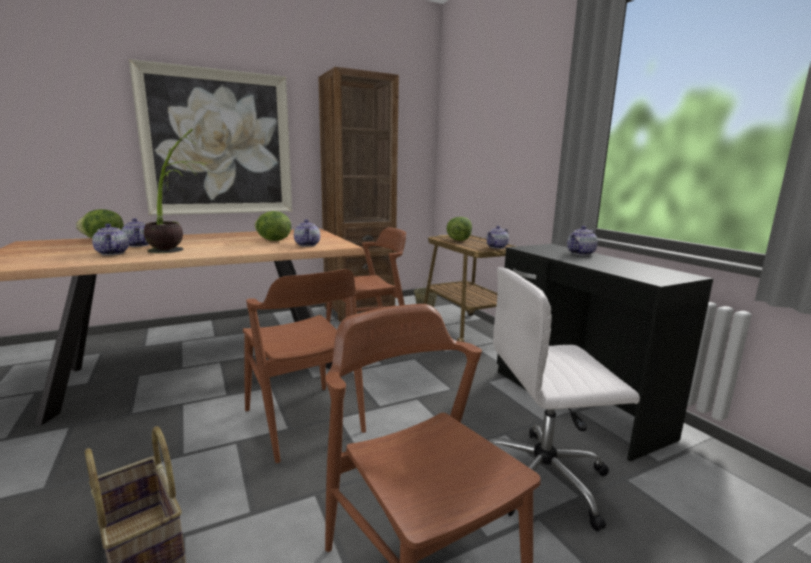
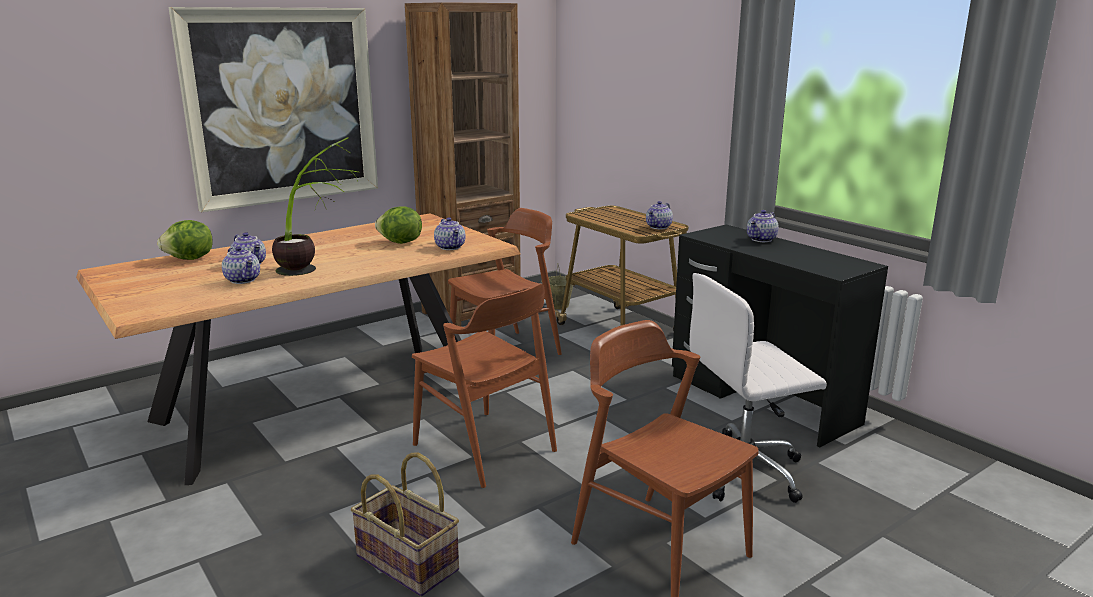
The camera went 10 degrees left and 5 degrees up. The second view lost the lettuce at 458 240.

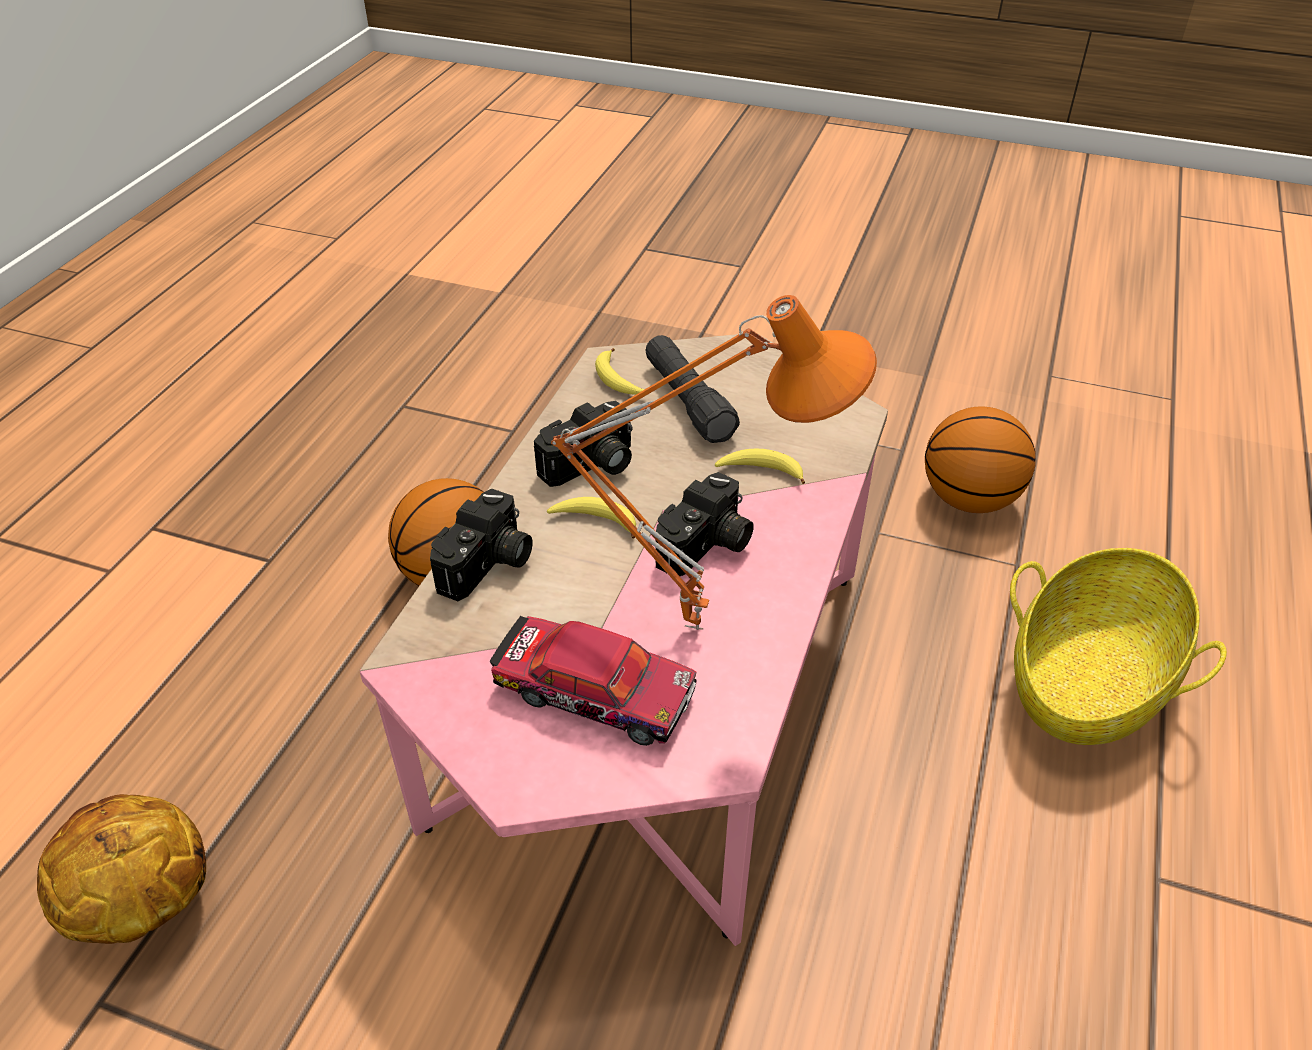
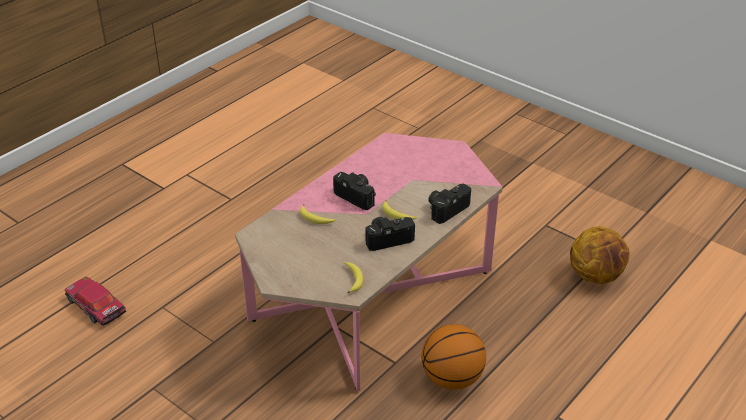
The camera went 160 degrees left and 5 degrees down. The toy car ended up elsewhere, having gone from 594 691 to 96 307. The second view lost the orange table lamp at 695 622. The second view lost the black flashlight at 688 402. The photo camera at 707 546 ended up facing another way, 75 degrees clockwise from before. The second view lost the basketball at 969 500. The second view lost the basket at 1088 681.

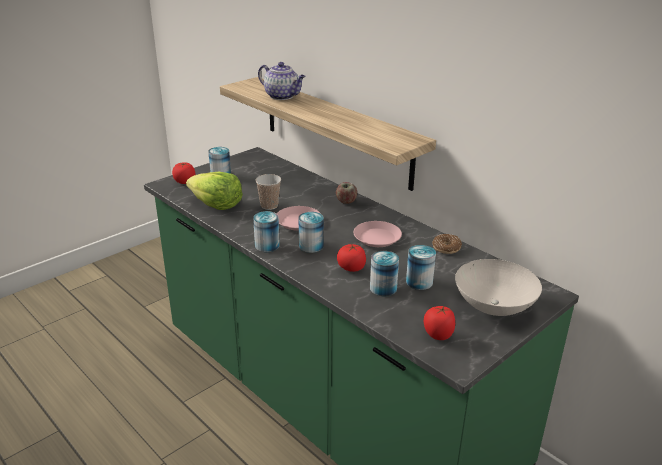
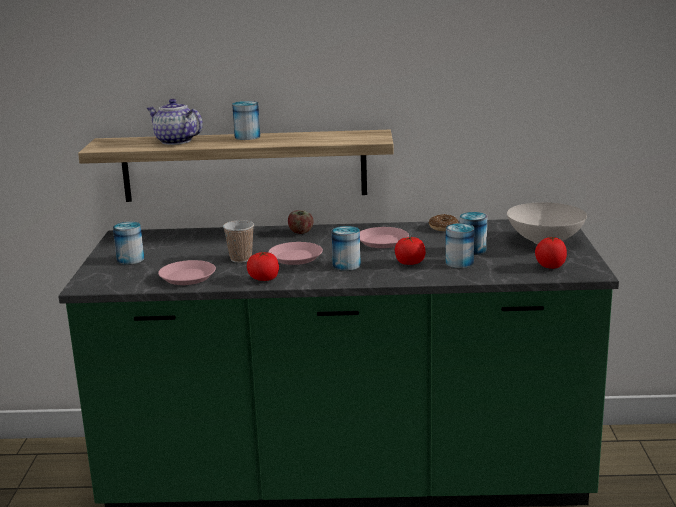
The camera went 45 degrees left and 10 degrees down. The tomato ended up elsewhere, having gone from 184 181 to 264 279. Where the lettuce stood at 216 205, the pink plate came to stand at 188 277. The can ended up elsewhere, having gone from 267 245 to 247 137. The teapot at 283 96 ended up facing another way, 135 degrees counterclockwise from before.

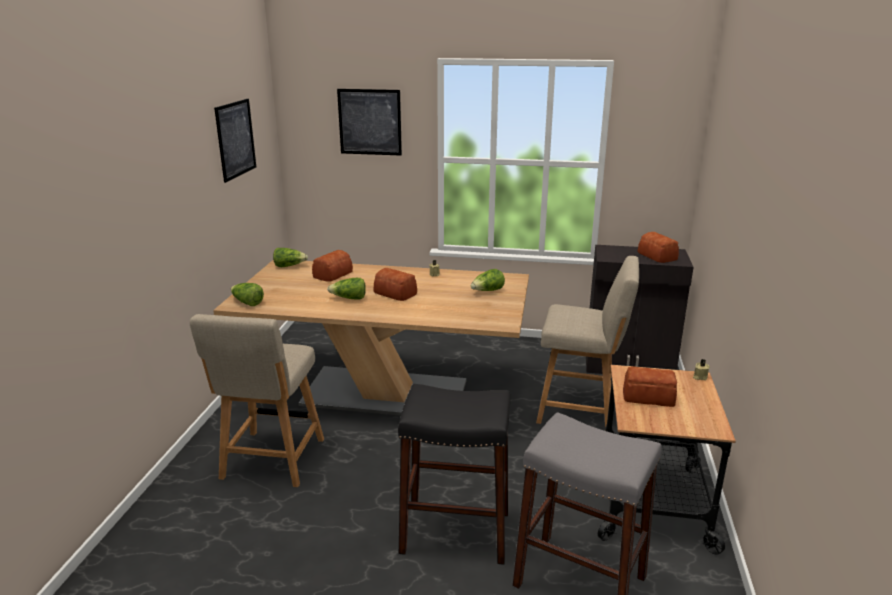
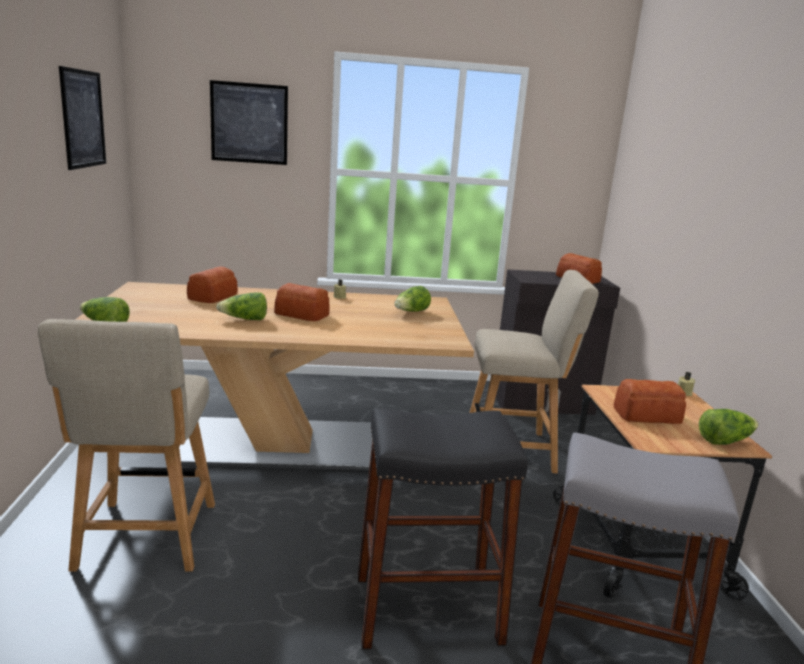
The camera went 15 degrees left and 5 degrees down. The lettuce ended up elsewhere, having gone from 289 266 to 724 440.

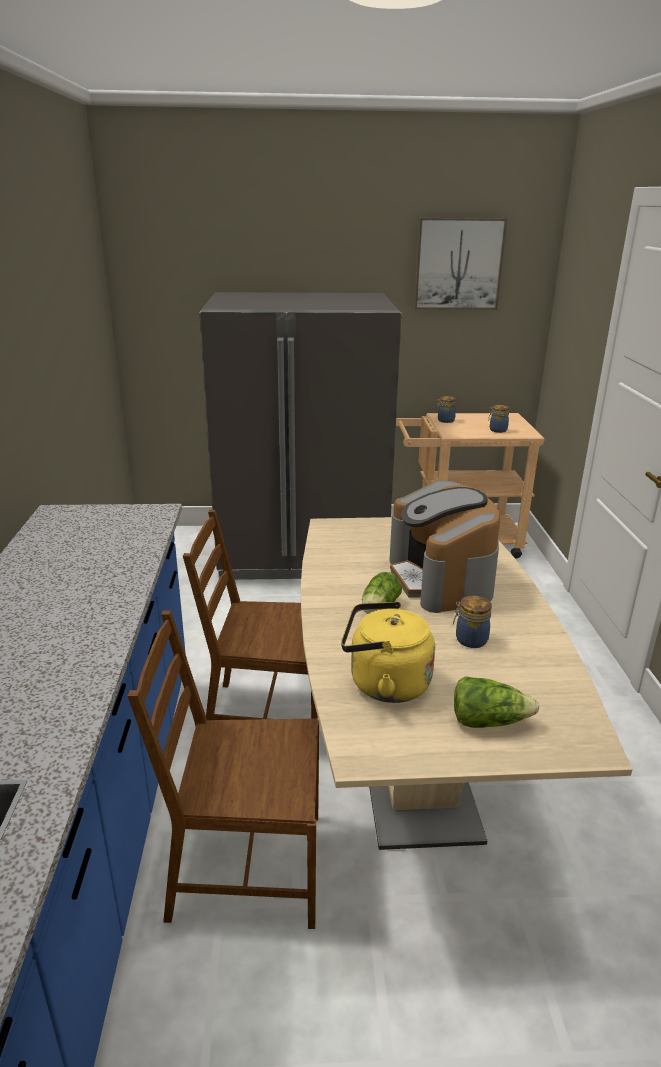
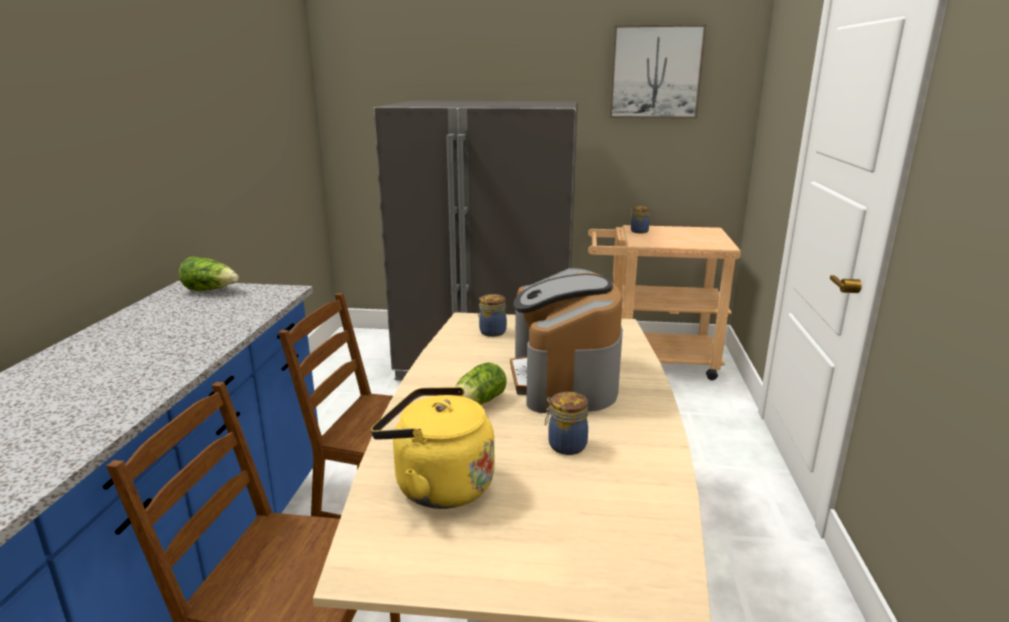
The camera went 10 degrees right and 5 degrees down. The lettuce ended up elsewhere, having gone from 488 721 to 211 290. The jar ended up elsewhere, having gone from 497 430 to 491 332.

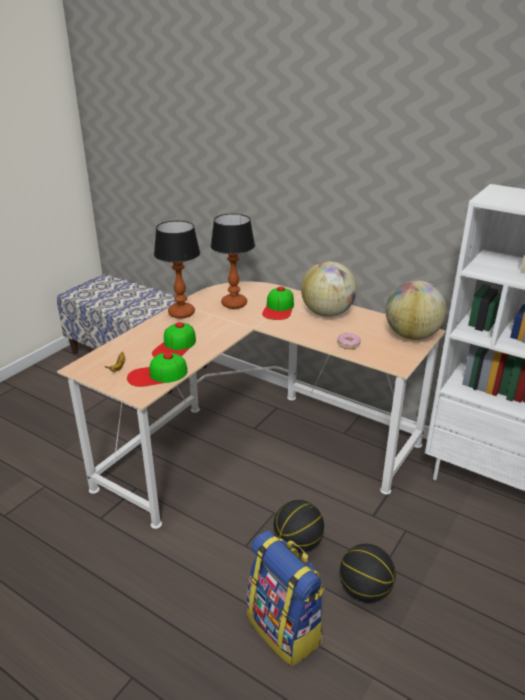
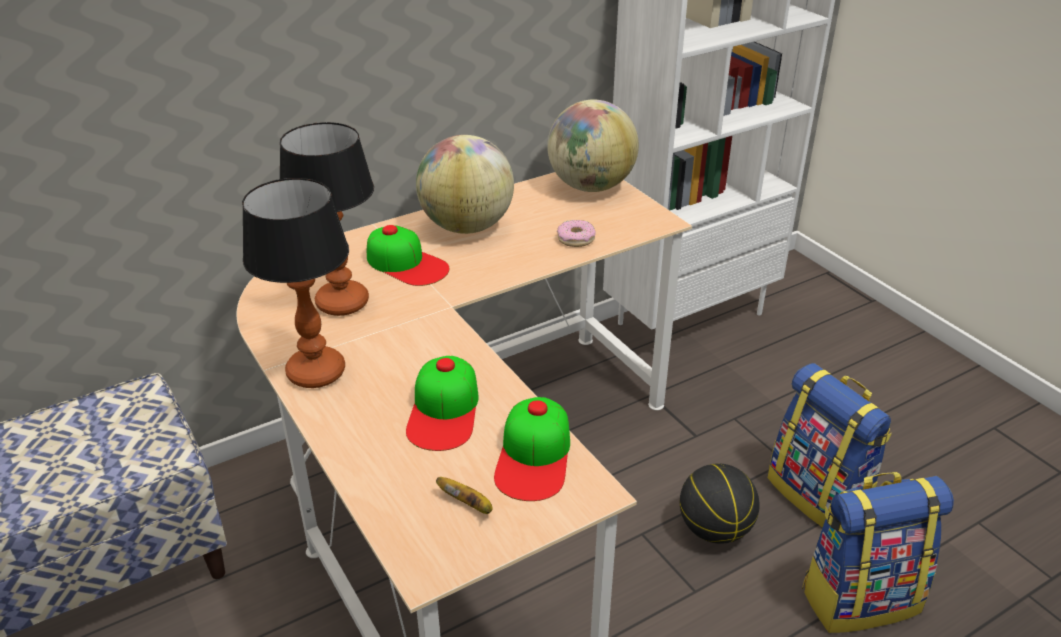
The camera went 65 degrees left and 5 degrees up. The cap at 175 346 ended up facing another way, 45 degrees clockwise from before. Where the basketball stood at 365 590, the backpack came to stand at 819 495.

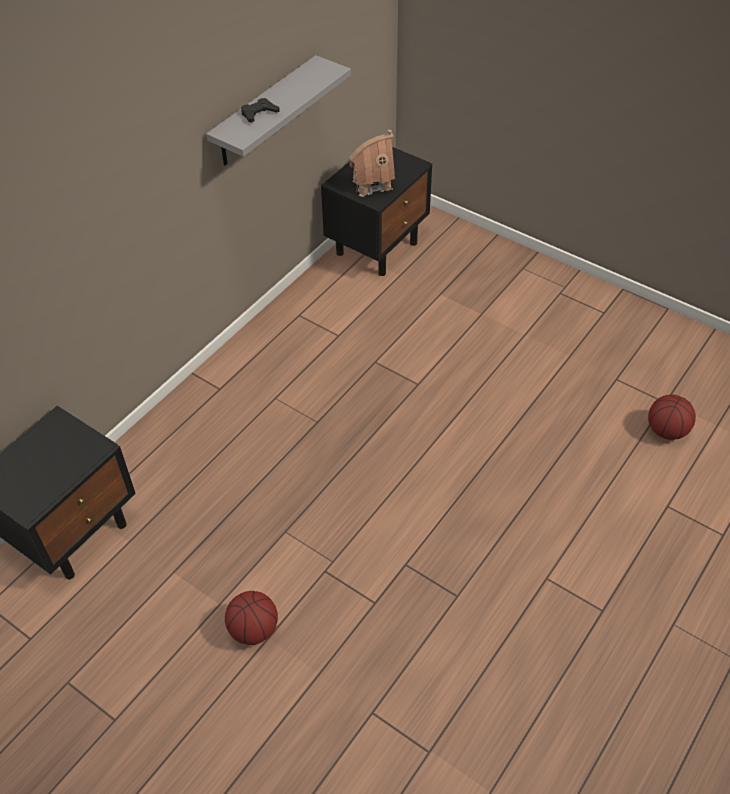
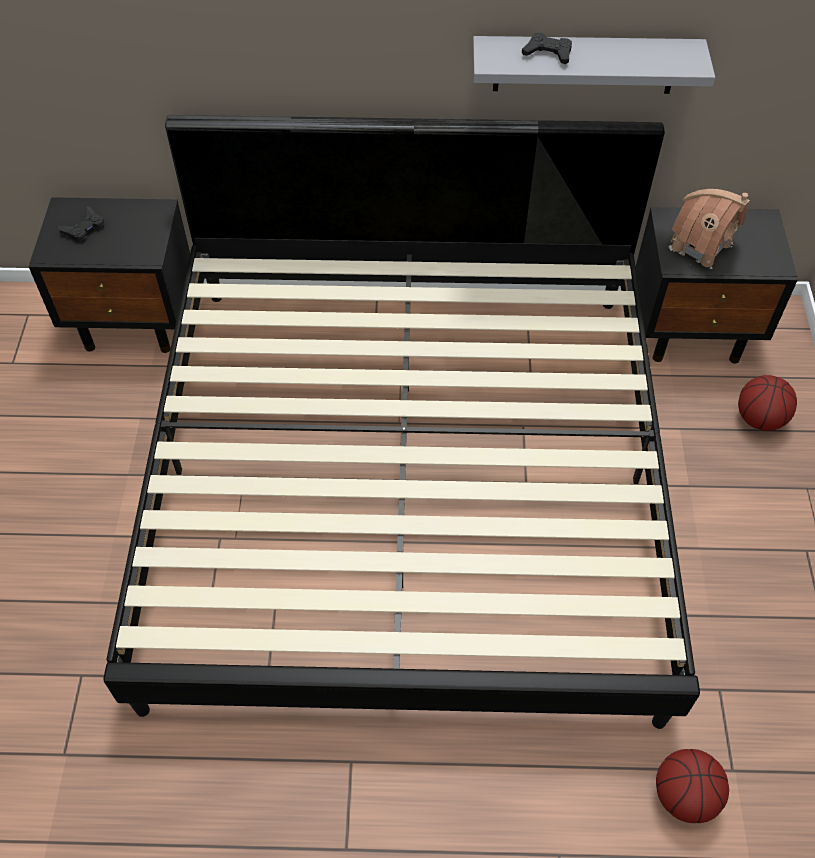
The camera went 55 degrees right and 5 degrees up. The basketball ended up elsewhere, having gone from 254 629 to 759 419. The second view gained the black game controller at 84 228. The second view gained the bed at 407 478.

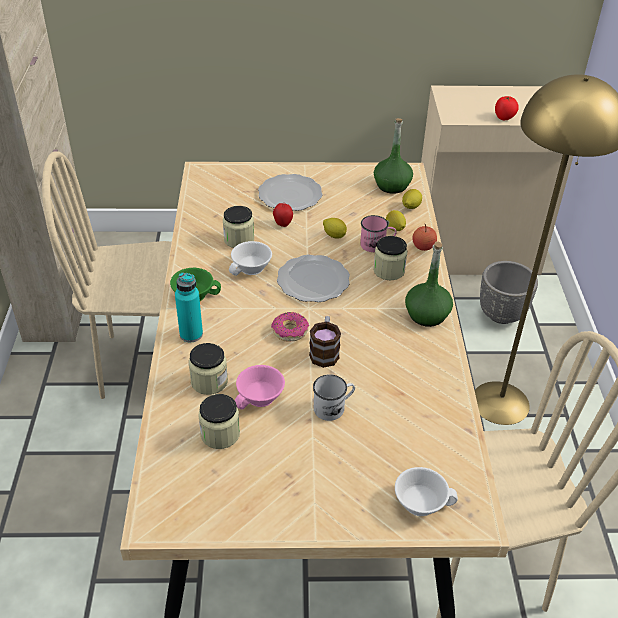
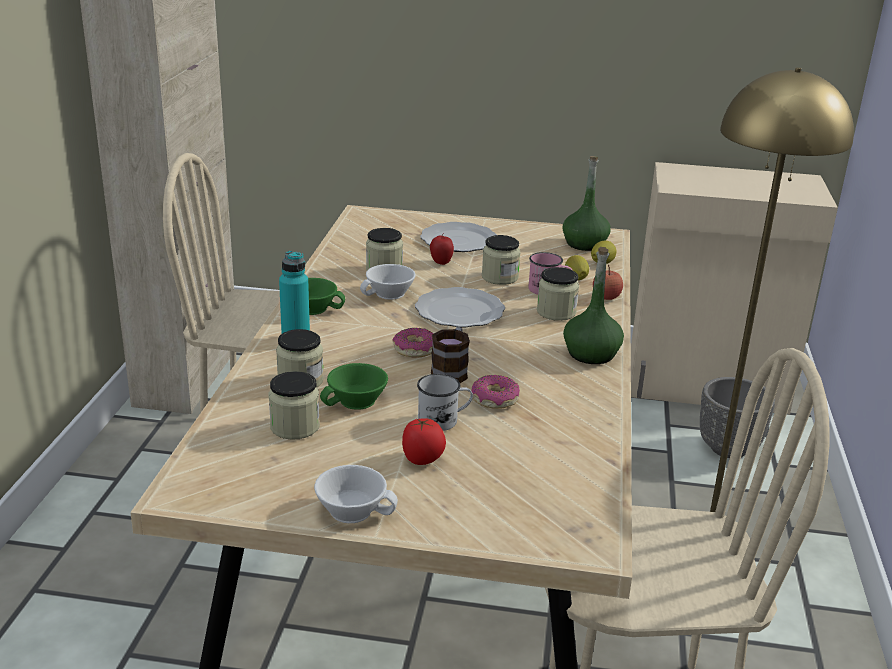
The camera went 10 degrees right and 15 degrees down. What was the pink cup at 260 398 turned into the green cup at 357 402. Where the lemon stood at 334 235, the jar came to stand at 500 277. The white cup ended up elsewhere, having gone from 421 501 to 354 509. The tomato ended up elsewhere, having gone from 504 118 to 423 460. The second view gained the donut at 494 399.

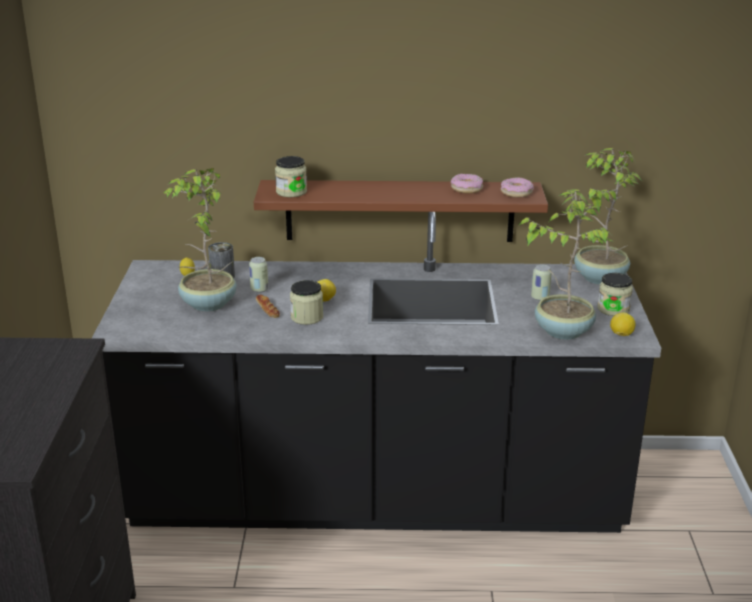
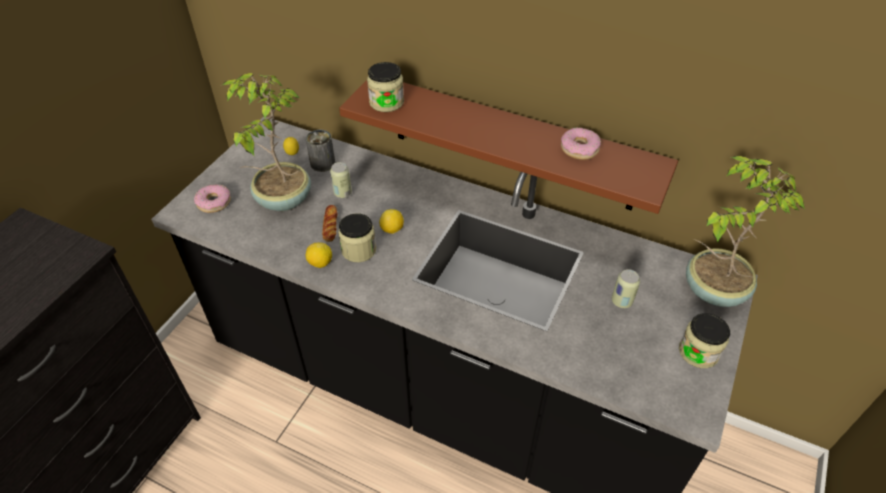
The camera went 25 degrees right and 20 degrees up. The donut ended up elsewhere, having gone from 516 193 to 214 202. The second view lost the potted plant at 562 330. The lemon ended up elsewhere, having gone from 621 335 to 320 263.

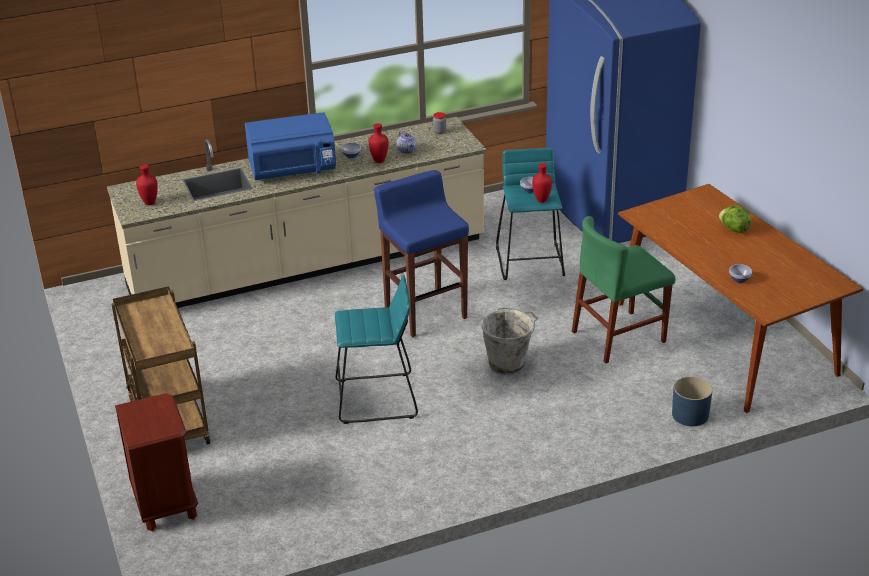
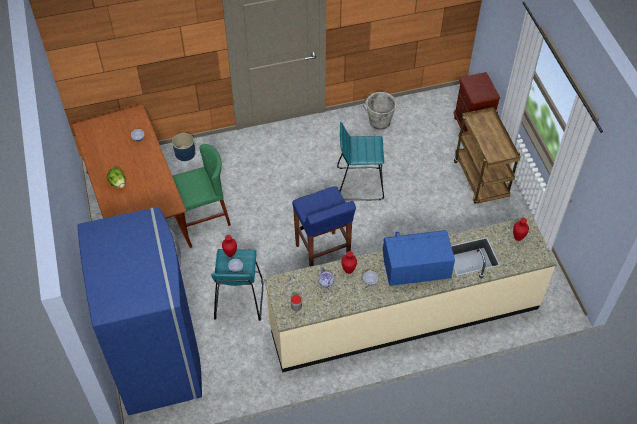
The camera went 175 degrees left and 20 degrees up. The grey bucket ended up elsewhere, having gone from 508 364 to 378 122.

